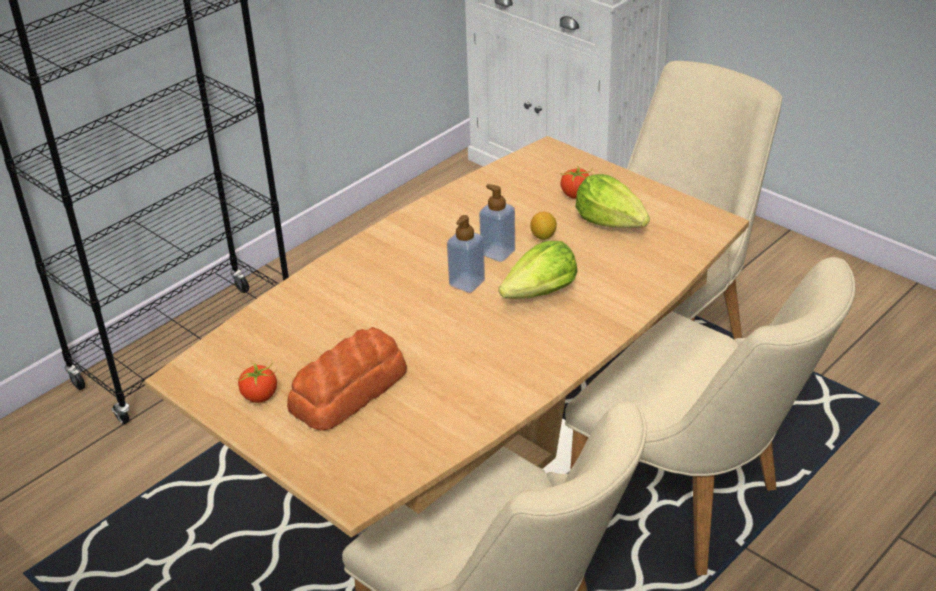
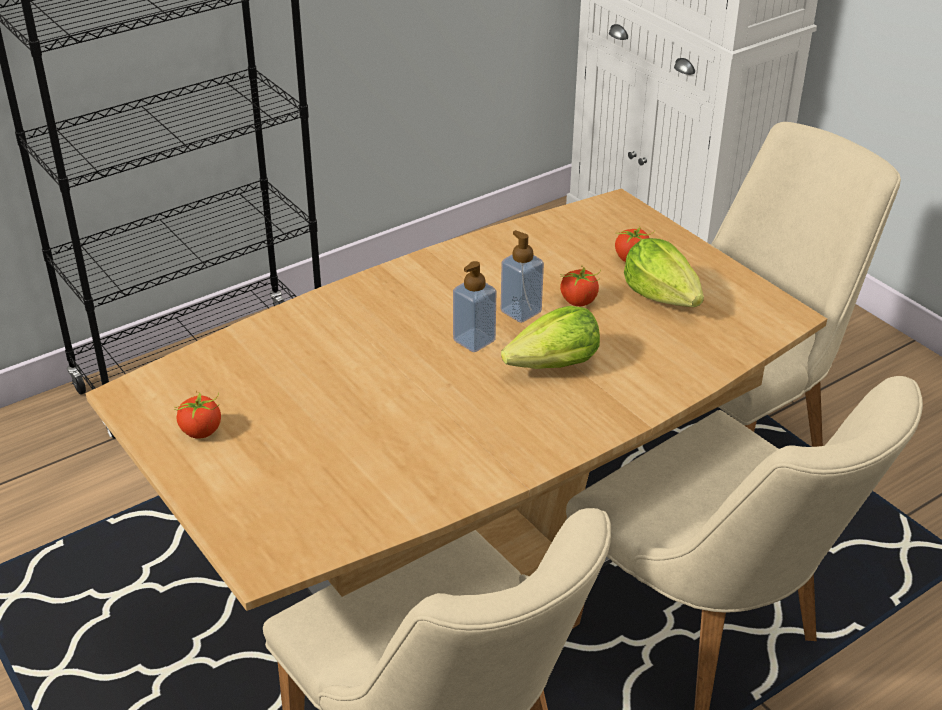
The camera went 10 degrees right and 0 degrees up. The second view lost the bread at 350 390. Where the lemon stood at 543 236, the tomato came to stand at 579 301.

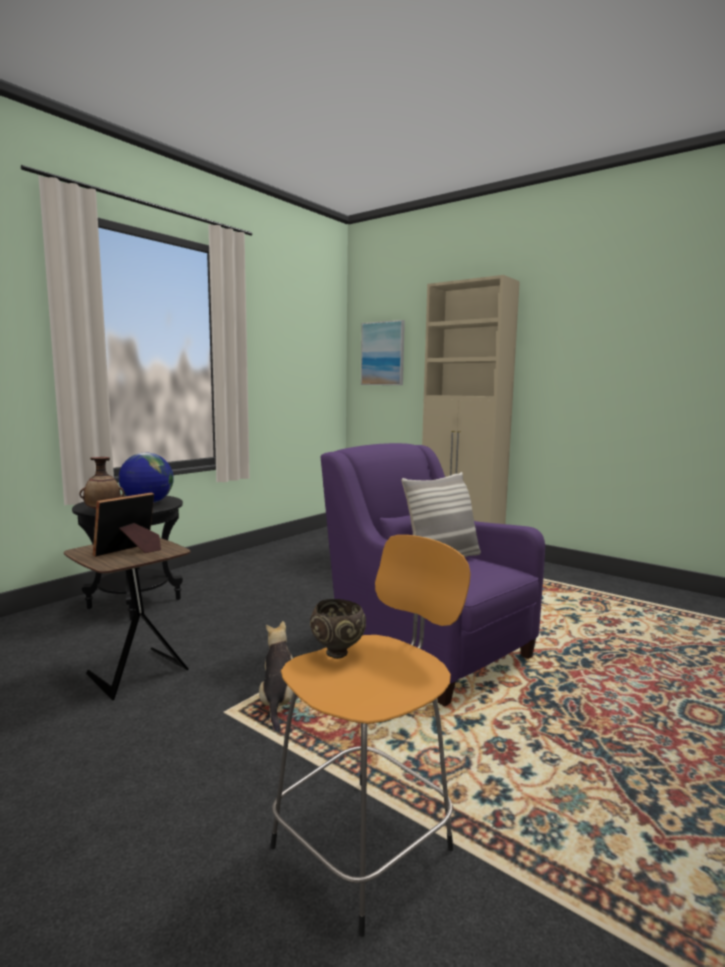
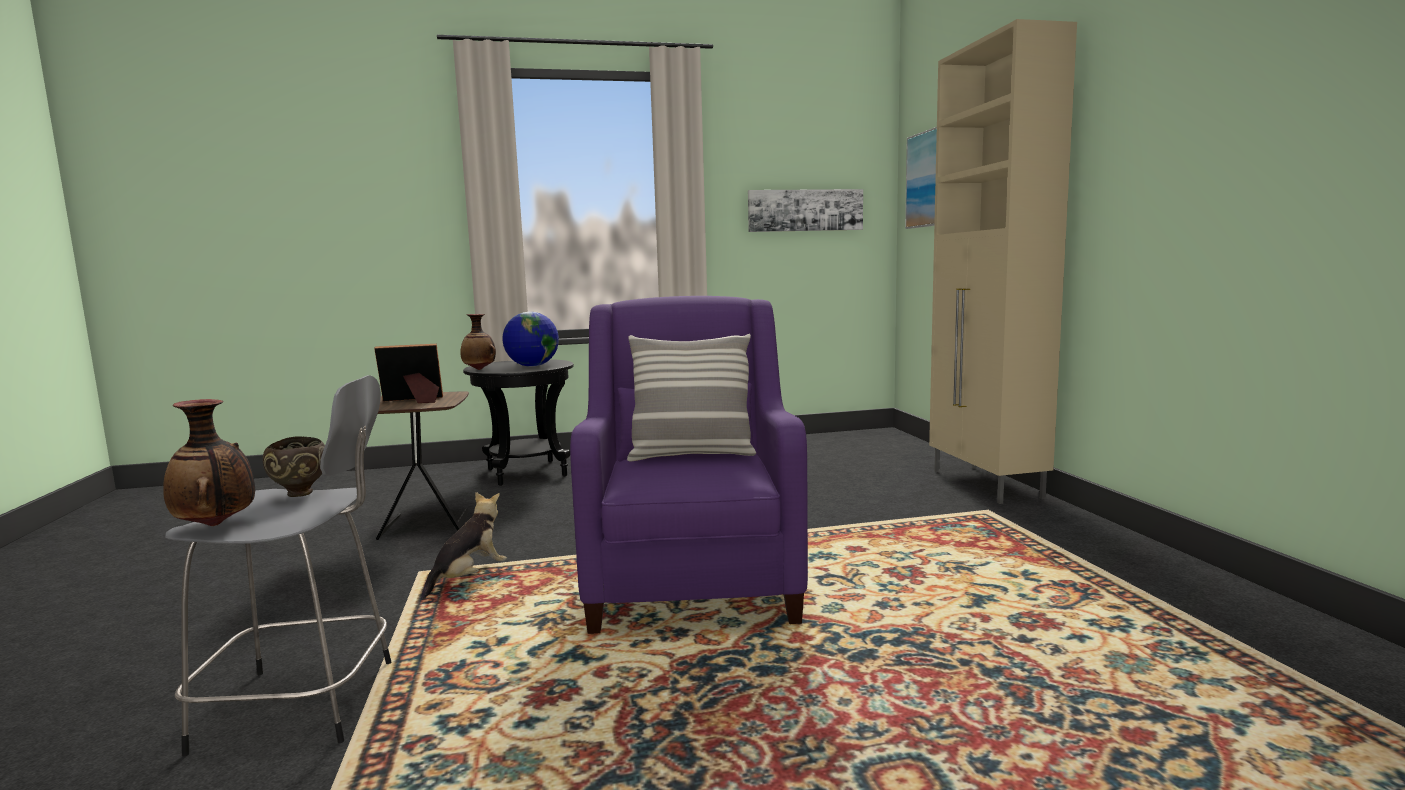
The camera went 40 degrees right and 0 degrees up. What was the orange stool at 367 844 turned into the grey stool at 305 704. The second view gained the vase at 217 525. The second view gained the picture at 805 210.

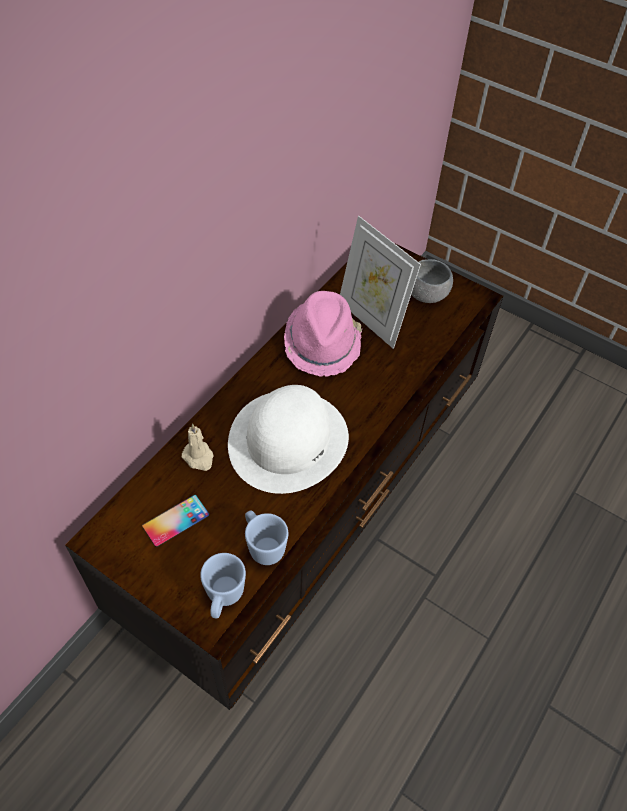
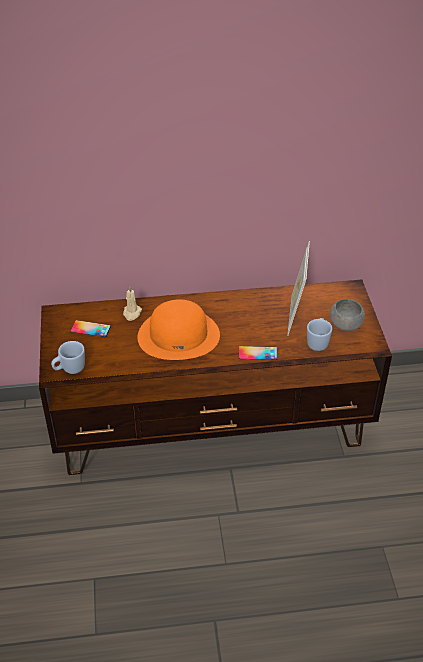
The camera went 50 degrees right and 10 degrees down. What was the white hat at 288 440 turned into the orange hat at 179 335. The blue mug ended up elsewhere, having gone from 263 545 to 318 342. The second view lost the pink hat at 323 343. The second view gained the phone at 258 353.

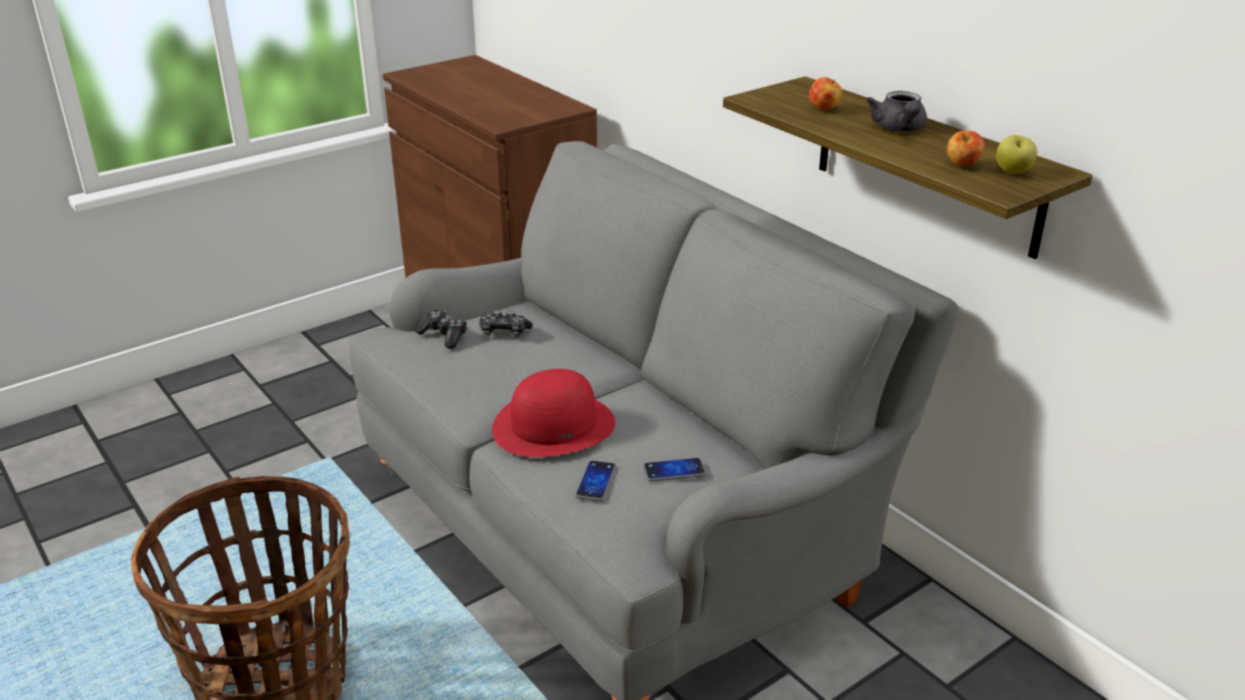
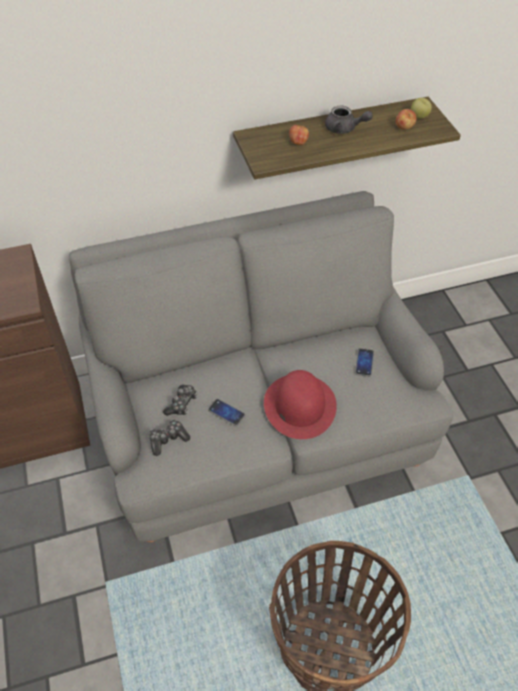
The camera went 70 degrees left and 20 degrees up. The phone ended up elsewhere, having gone from 595 482 to 226 413.

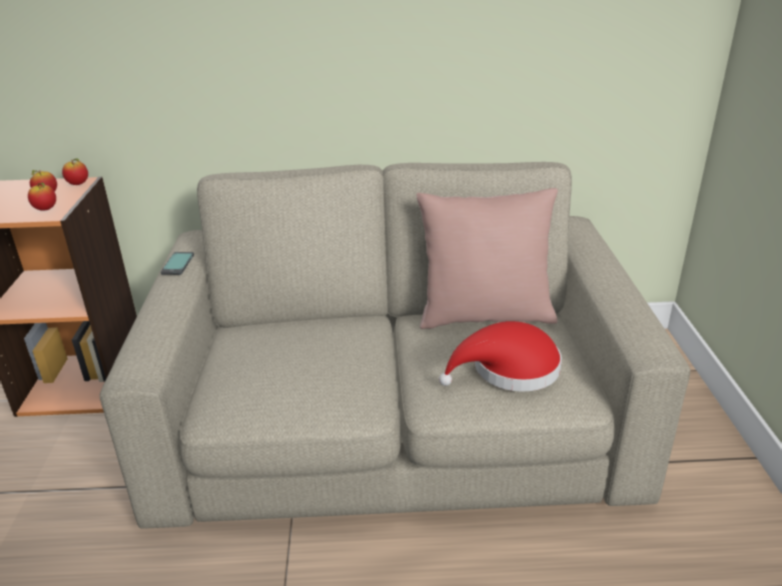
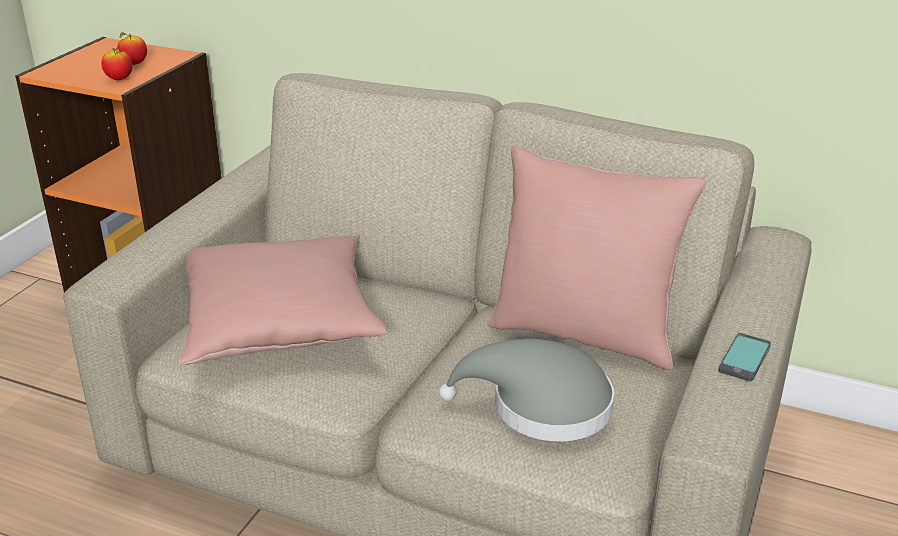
The camera went 25 degrees right and 0 degrees up. The second view lost the apple at 78 184. The phone ended up elsewhere, having gone from 178 264 to 745 358. What was the red hat at 509 370 turned into the grey hat at 541 407. The second view gained the pink pillow at 279 322.

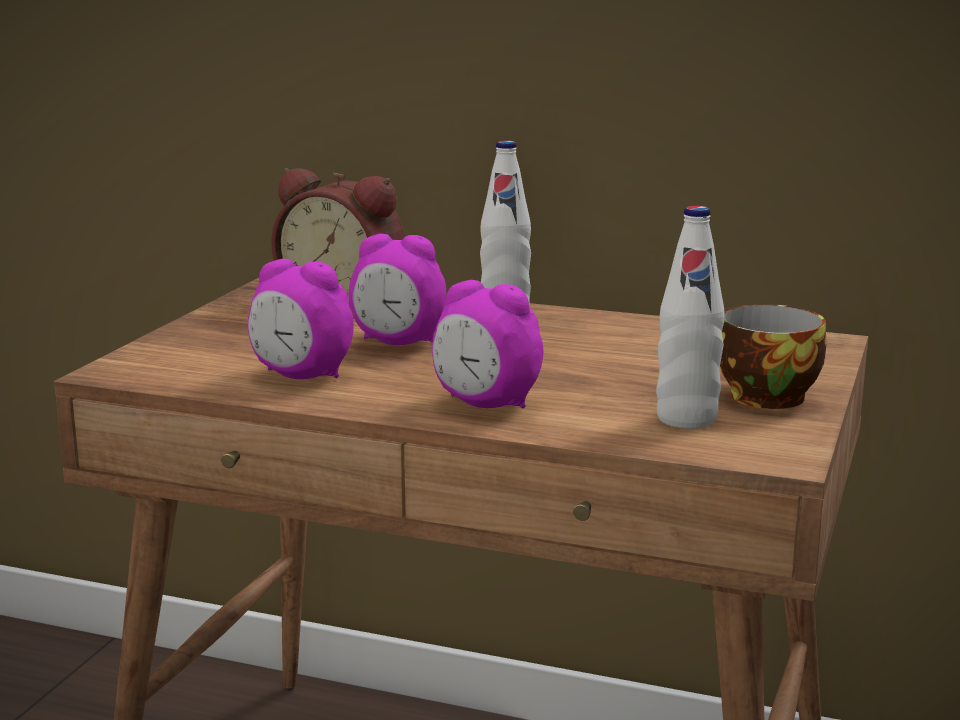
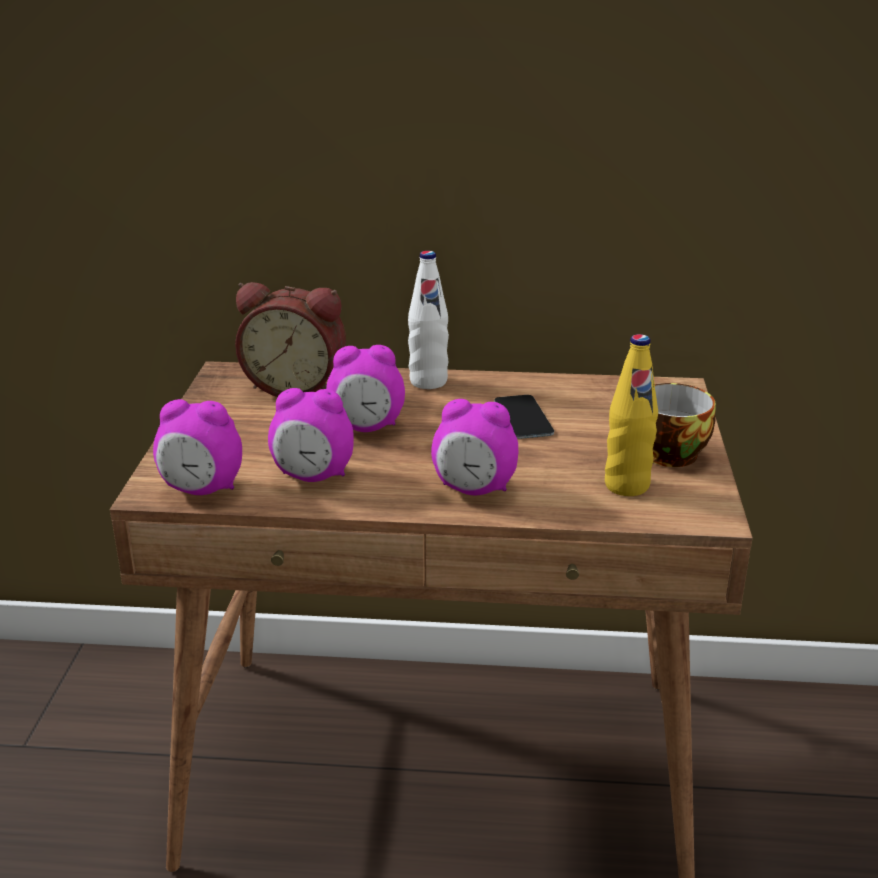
The camera went 15 degrees left and 10 degrees up. What was the white bottle at 686 419 turned into the yellow bottle at 626 486. The second view gained the alarm clock at 202 490. The second view gained the phone at 523 417.

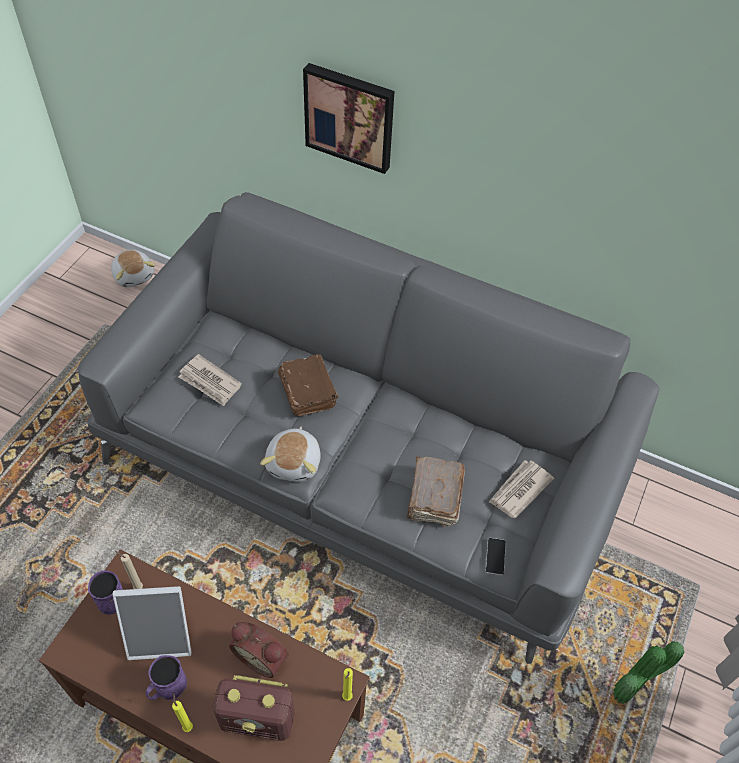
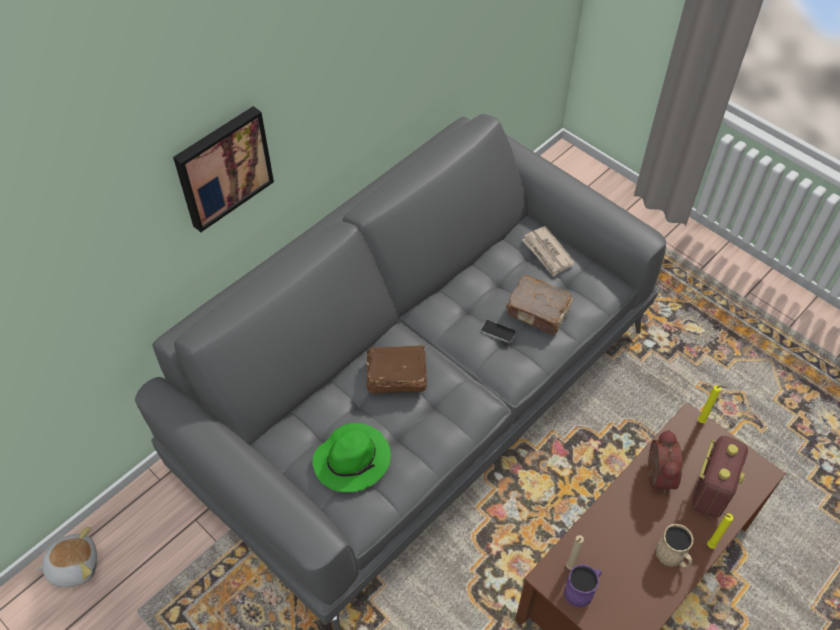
The camera went 70 degrees left and 0 degrees up. The second view lost the picture frame at 161 635. What was the purple mug at 167 687 turned into the beige mug at 673 556. Where the newspaper stood at 210 382, the green hat came to stand at 353 459. The alarm clock at 262 656 ended up facing another way, 45 degrees counterclockwise from before. The second view lost the plush toy at 295 462. The phone ended up elsewhere, having gone from 495 556 to 498 331. The second view lost the potted plant at 624 698.

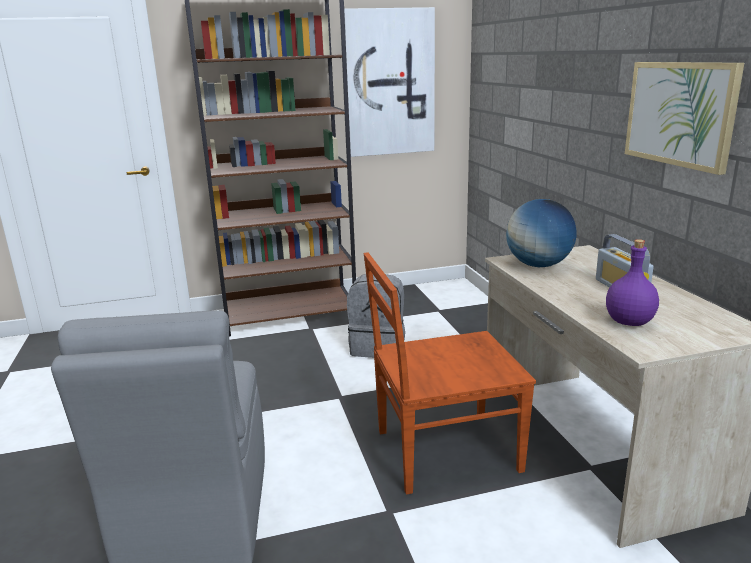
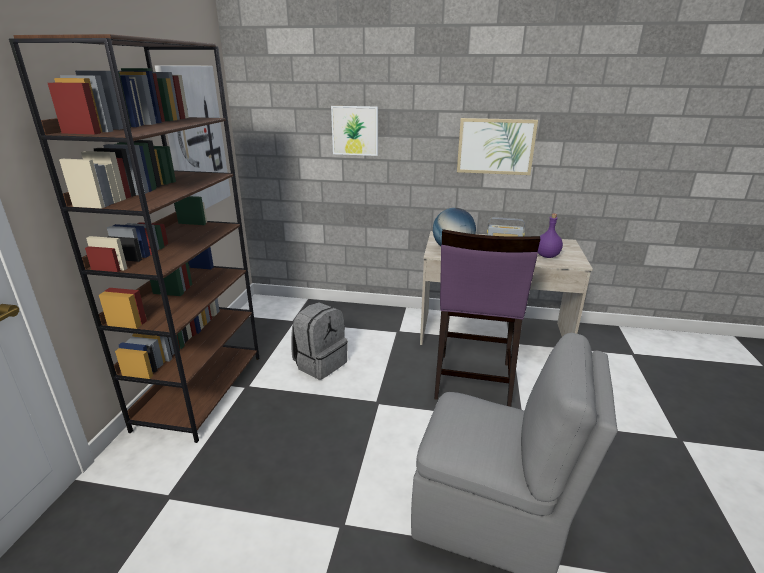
The camera went 65 degrees left and 5 degrees up. Where the brown chair stood at 443 451, the purple stool came to stand at 472 381. The second view gained the picture at 355 130.

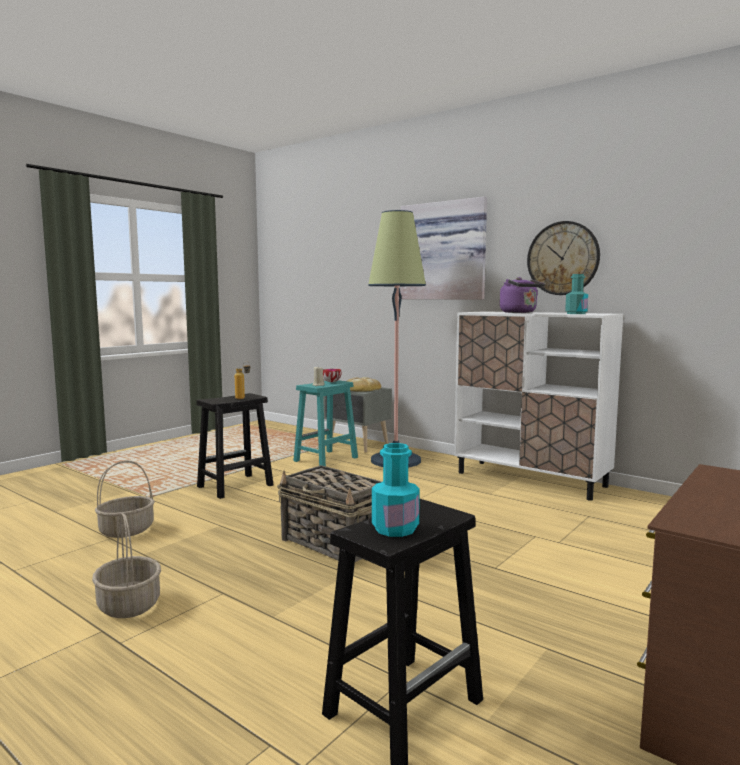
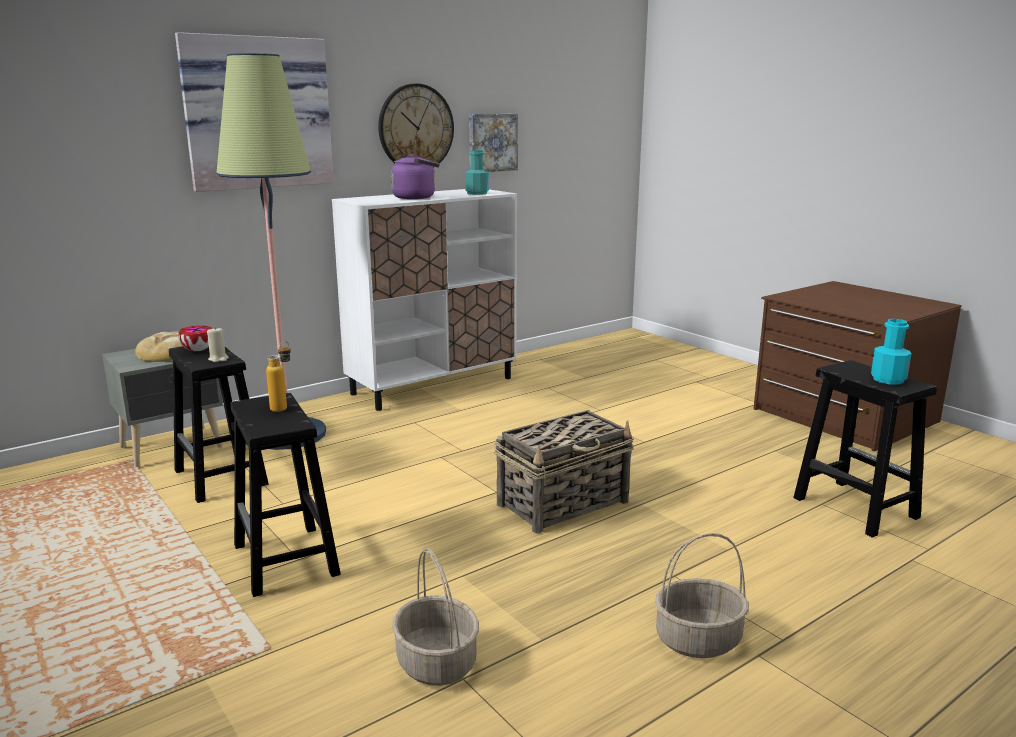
The camera went 75 degrees left and 10 degrees up. What was the turquoise stool at 325 459 turned into the black stool at 221 478. The second view gained the picture at 492 142.

